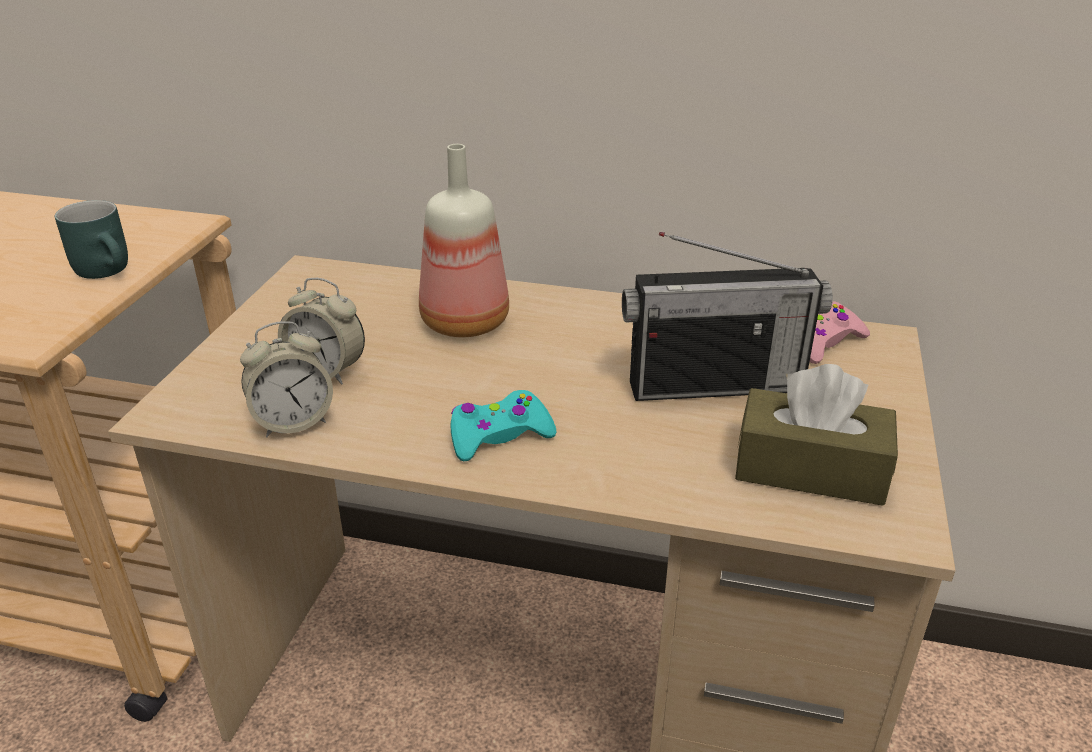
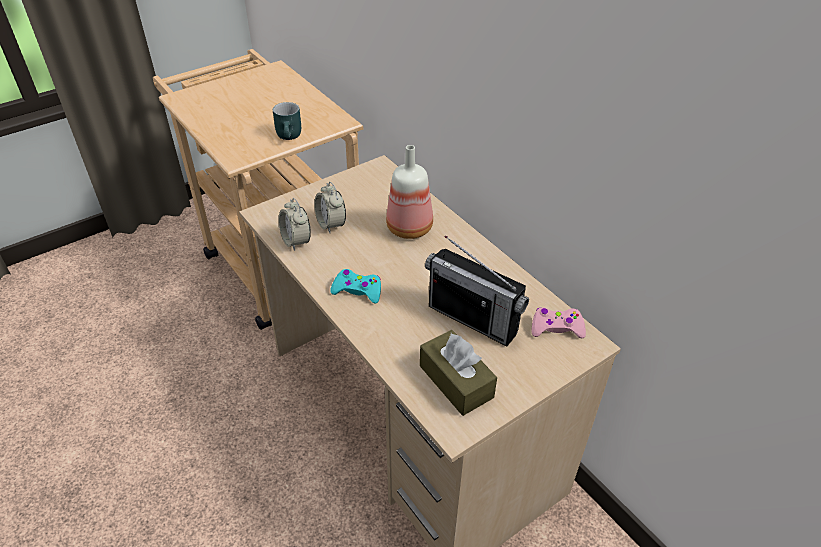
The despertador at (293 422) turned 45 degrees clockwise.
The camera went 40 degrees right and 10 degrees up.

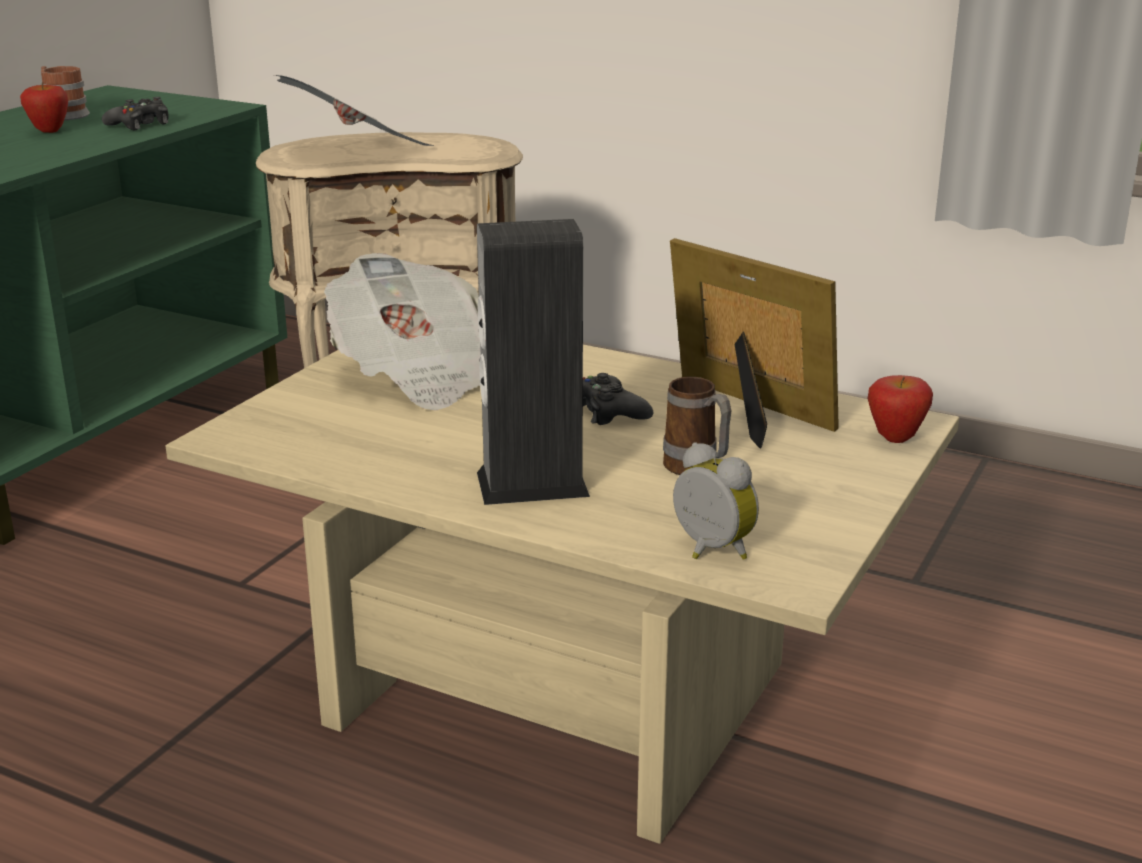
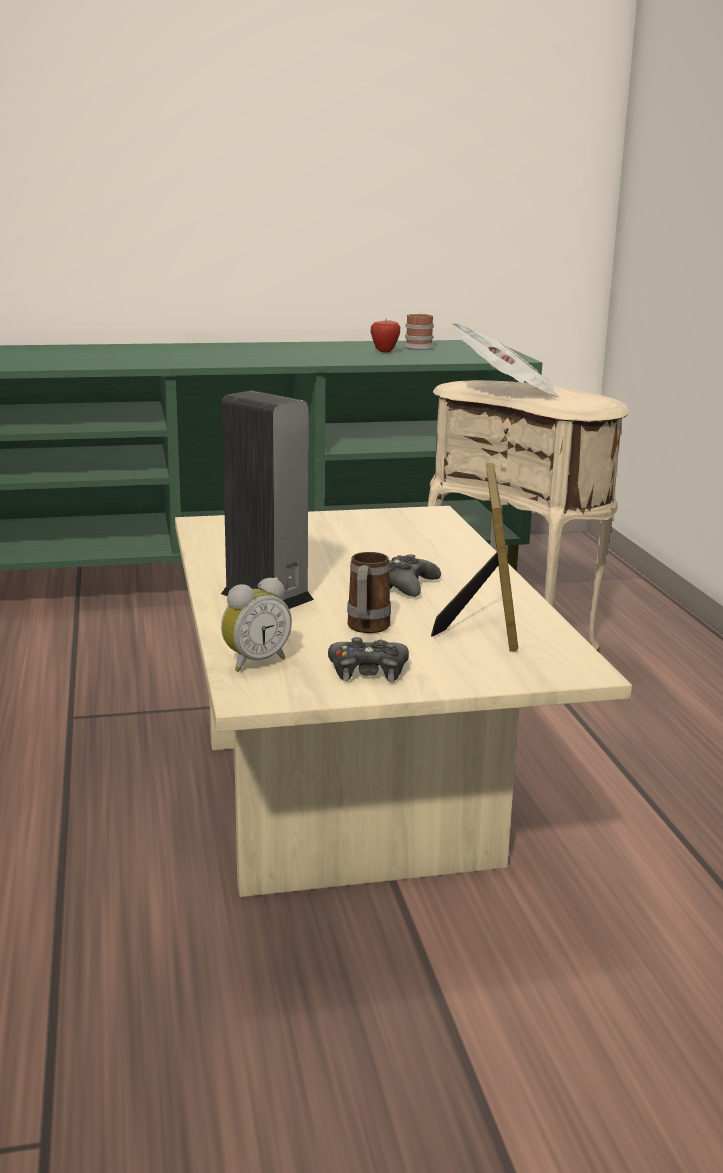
The mando de consola [negro] moved from (140 125) to (368 671).
The periódico at (416 375) disappeared.
The despertador at (709 551) turned 45 degrees clockwise.
The manzana at (895 438) disappeared.
The camera went 50 degrees right and 5 degrees down.

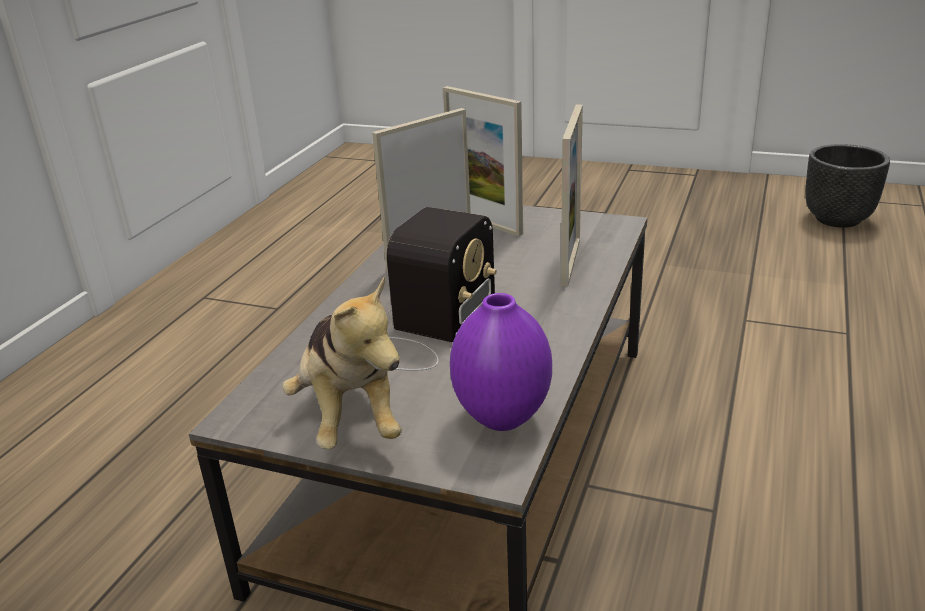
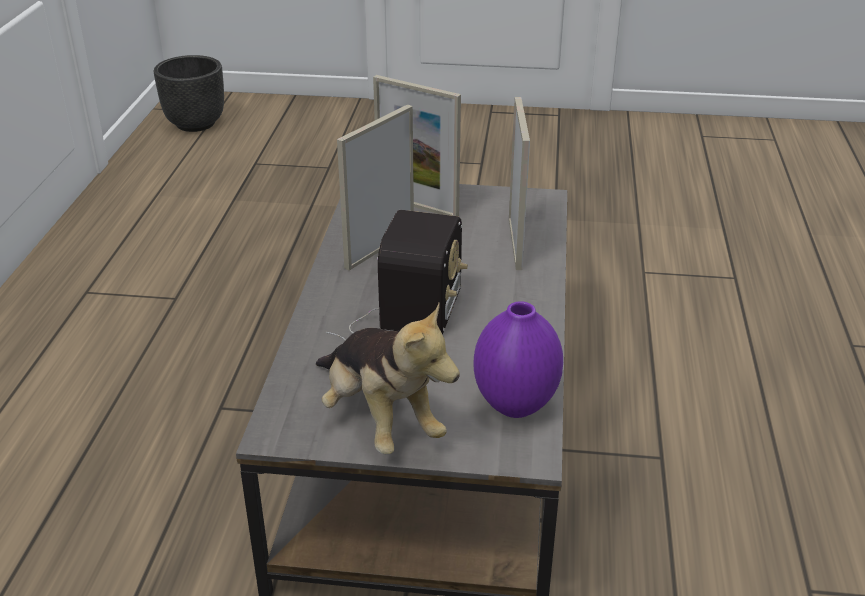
The maceta [negro] moved from (836 219) to (195 124).
The camera went 15 degrees left and 5 degrees up.

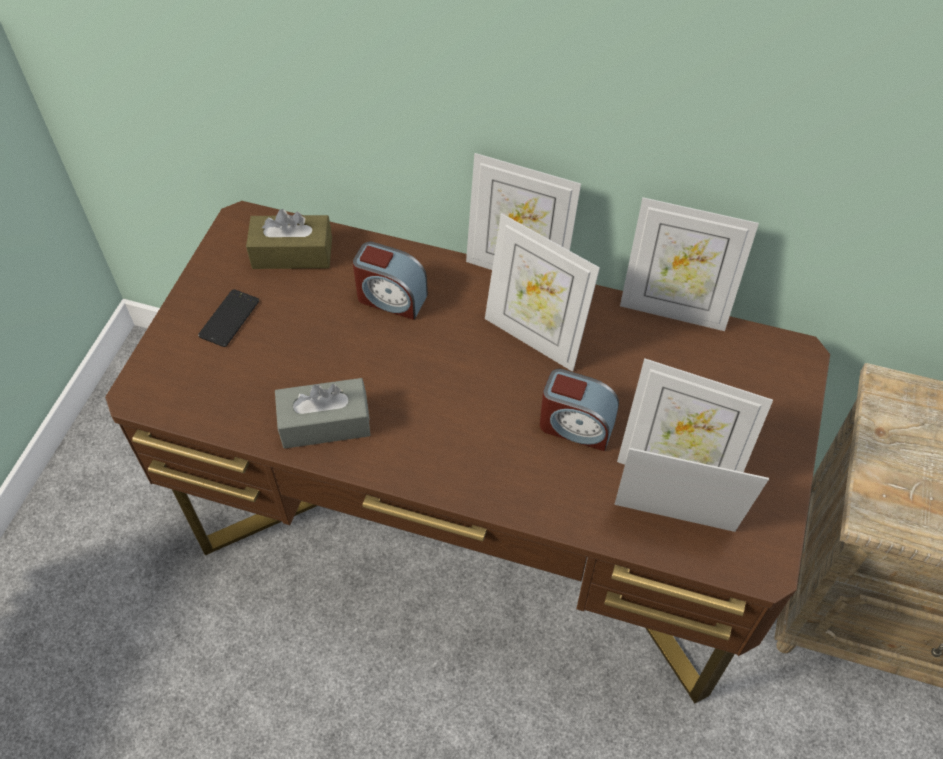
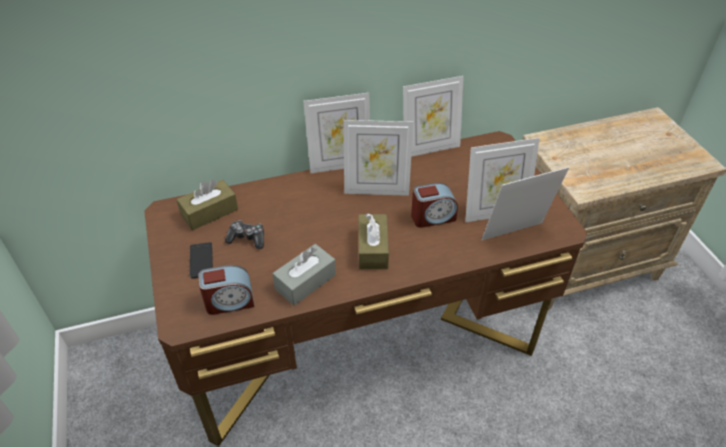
The despertador moved from (391 298) to (229 301).
The mando de consola at (247 238) appeared.
The caja de pañuelos [marrón] at (373 249) appeared.
The camera went 35 degrees left and 10 degrees down.

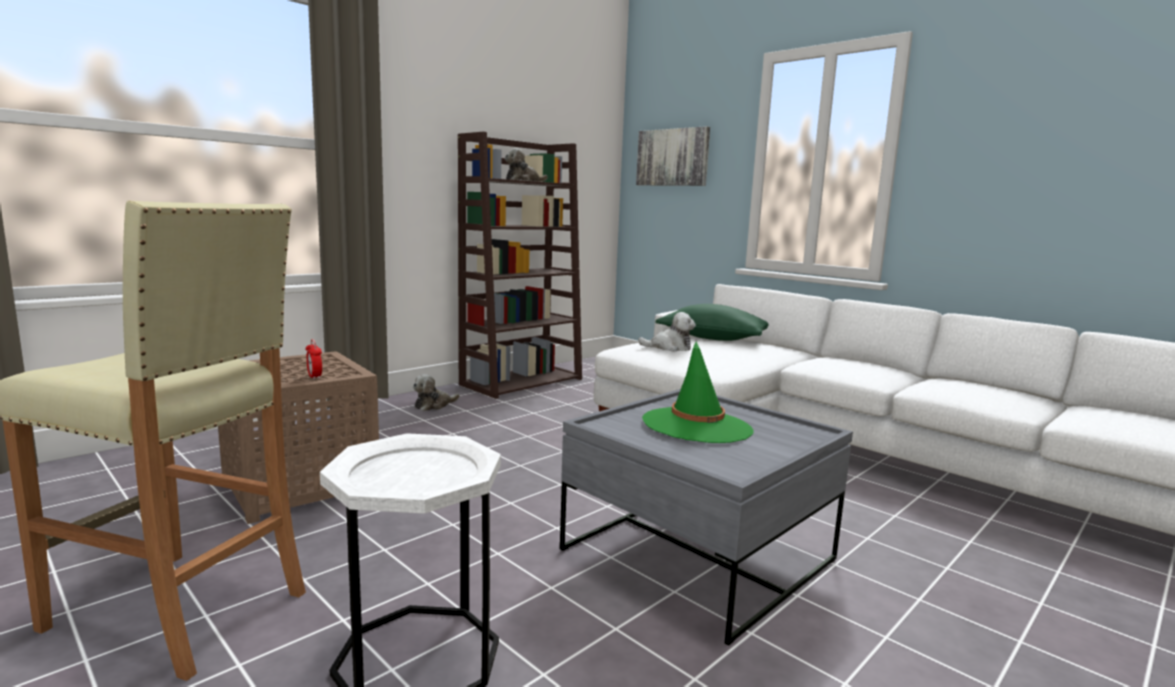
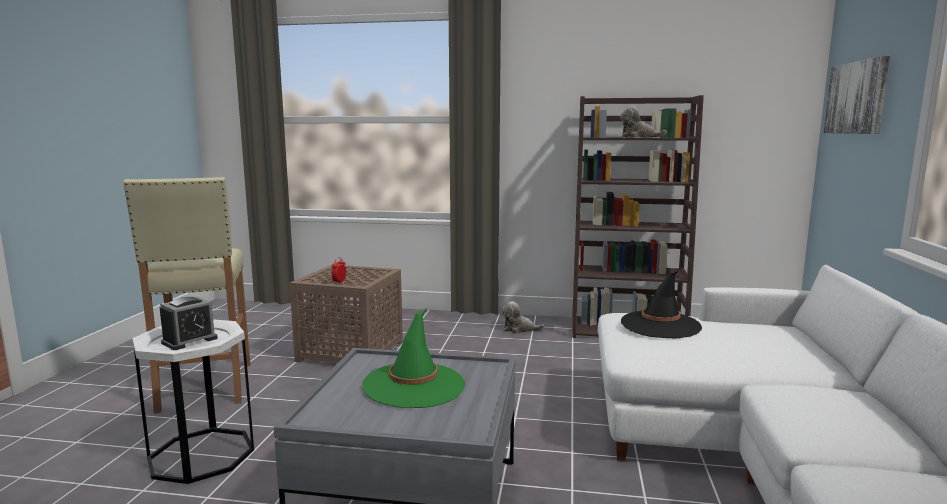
The peluche at (669 347) was replaced by the sombrero [negro] at (660 325).
The cojín [verde] at (713 338) disappeared.
The despertador at (189 340) appeared.
The camera went 55 degrees right and 0 degrees up.

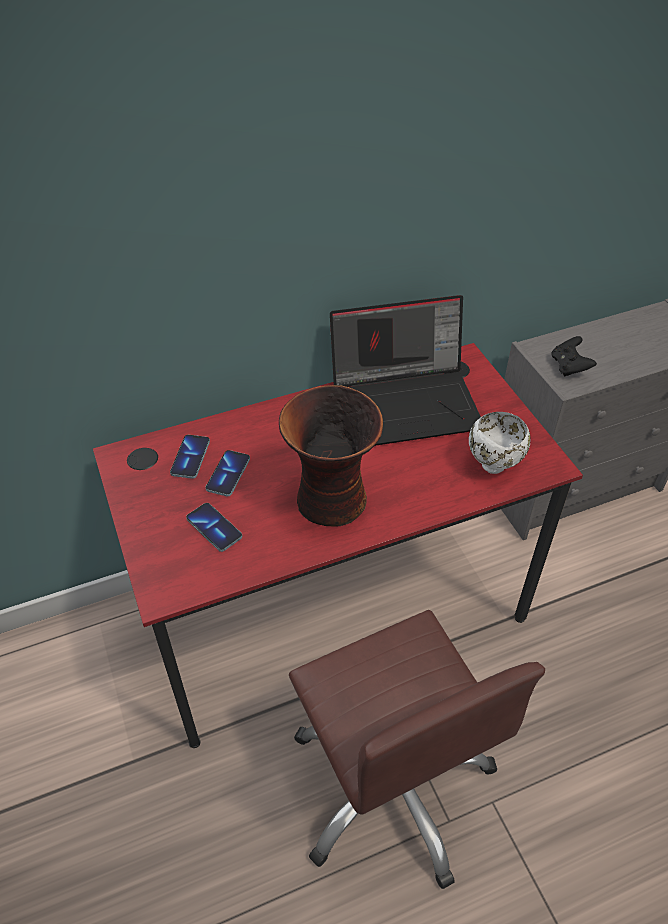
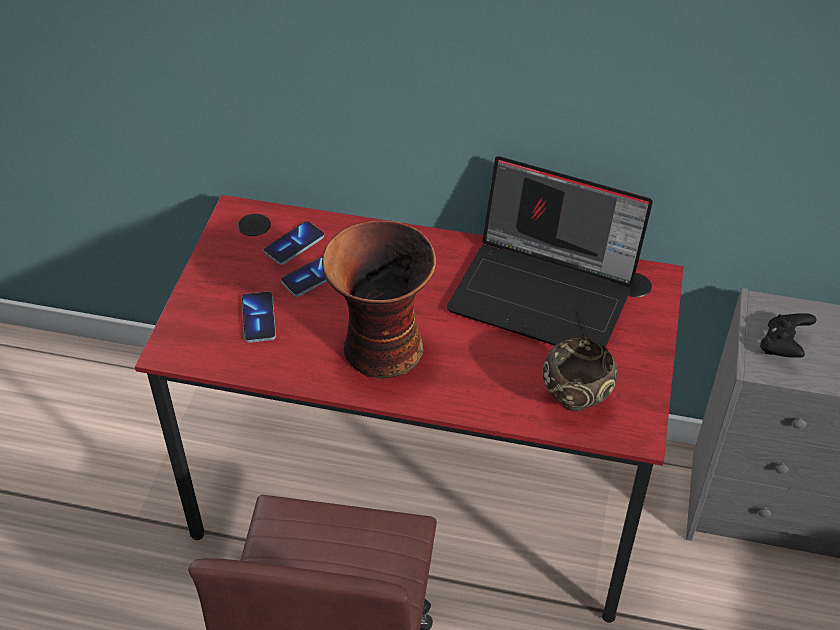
The cuenco [blanco] at (494 464) became the cuenco [marrón] at (576 400).
The camera went 35 degrees right and 0 degrees up.

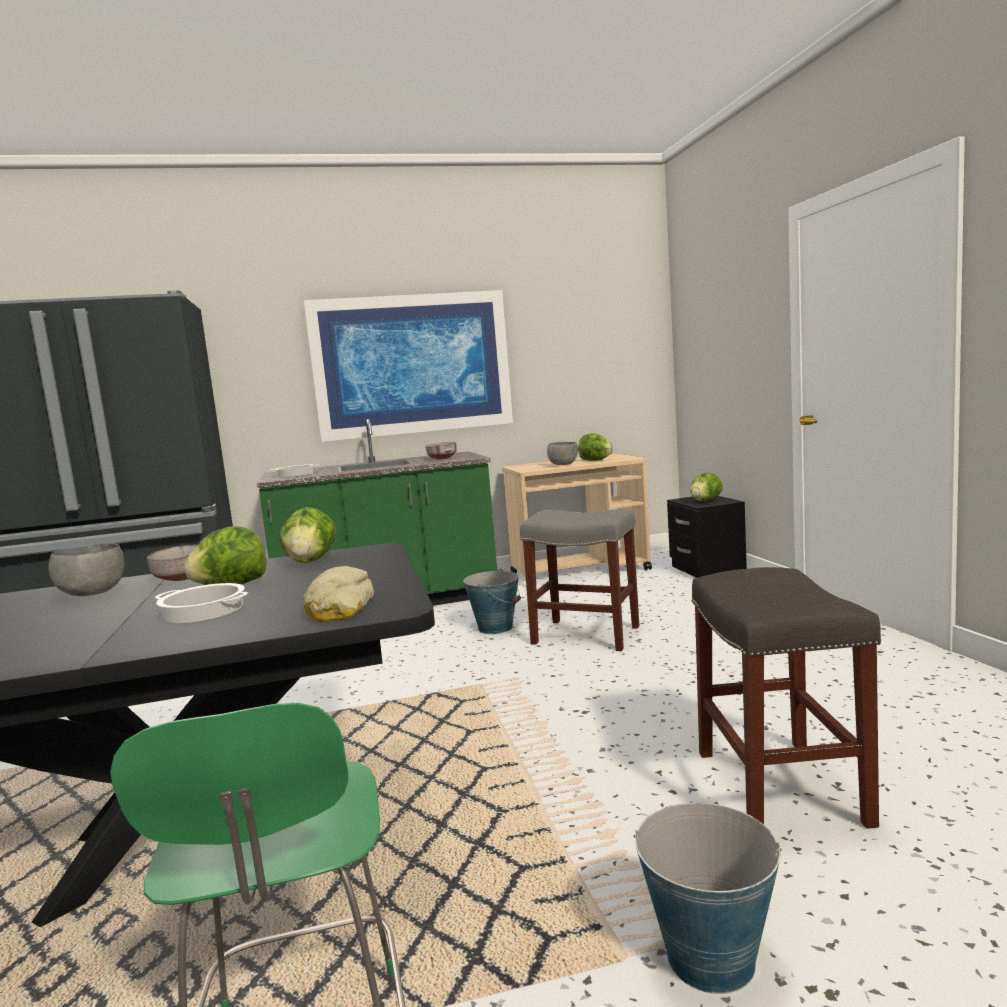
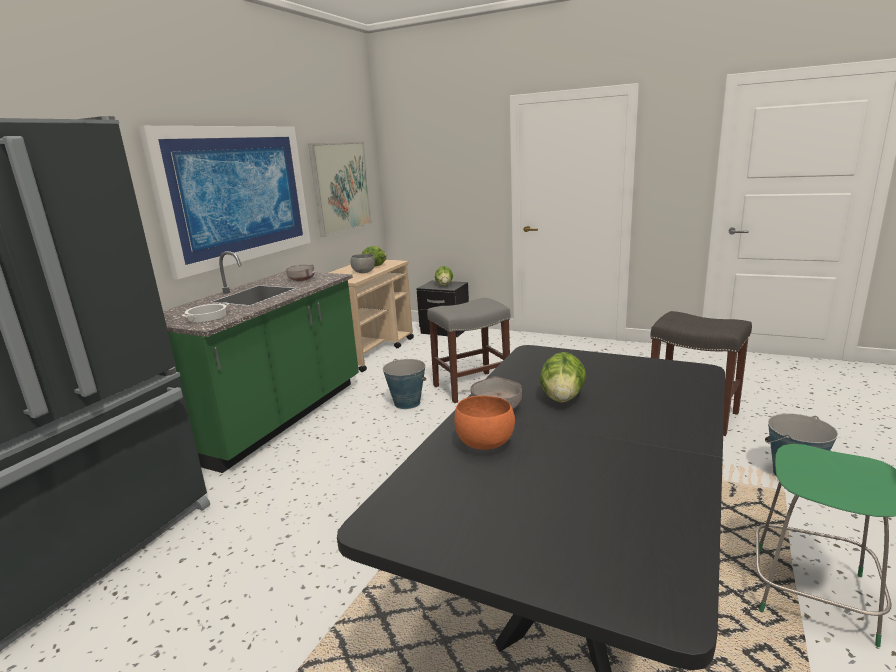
The cuenco [gris] at (93 593) became the cuenco [naranja] at (483 444).
The olla at (205 611) disappeared.
The lechuga at (311 561) disappeared.
The pan at (338 607) disappeared.
The cuadro at (341 187) appeared.
The camera went 50 degrees left and 10 degrees up.

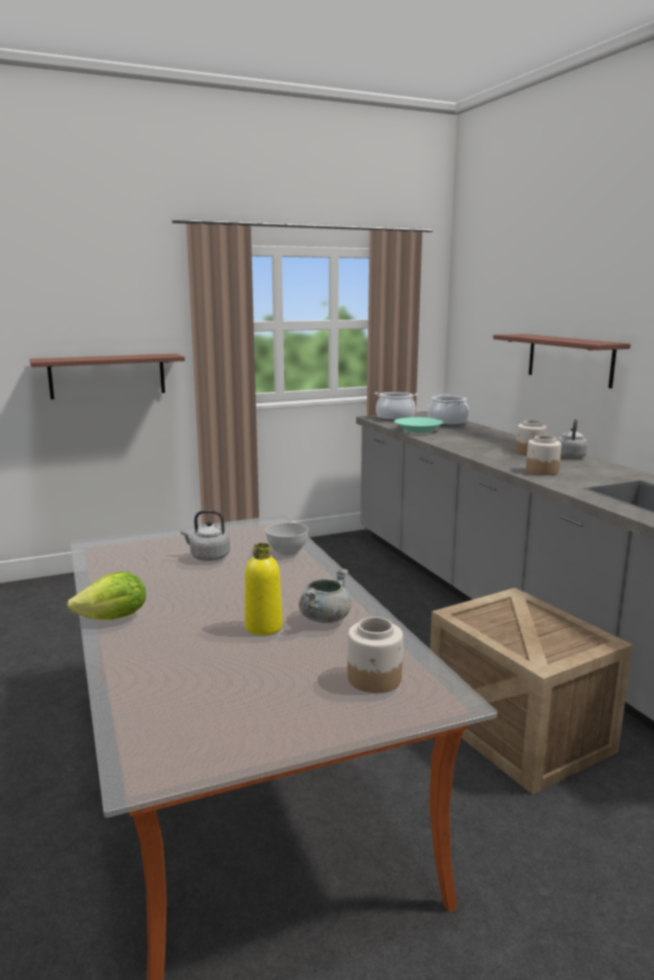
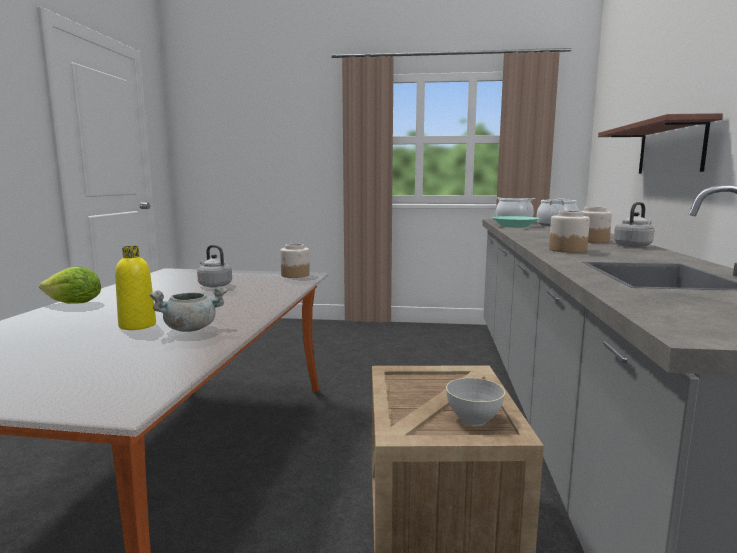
The estante at (107 376) disappeared.
The cuenco [gris] moved from (287 552) to (474 418).
The tarro moved from (374 678) to (295 275).
The camera went 30 degrees right and 5 degrees down.

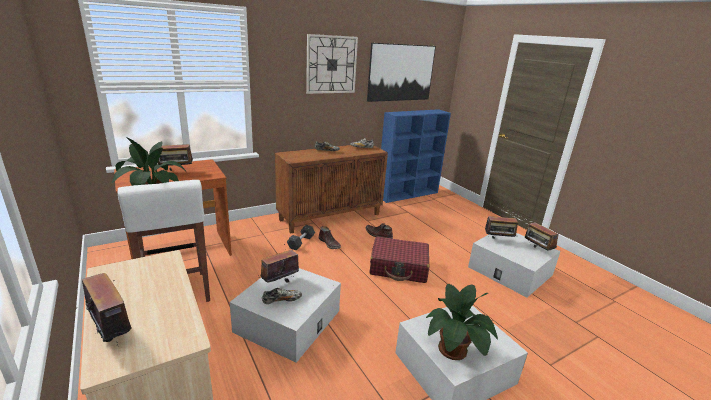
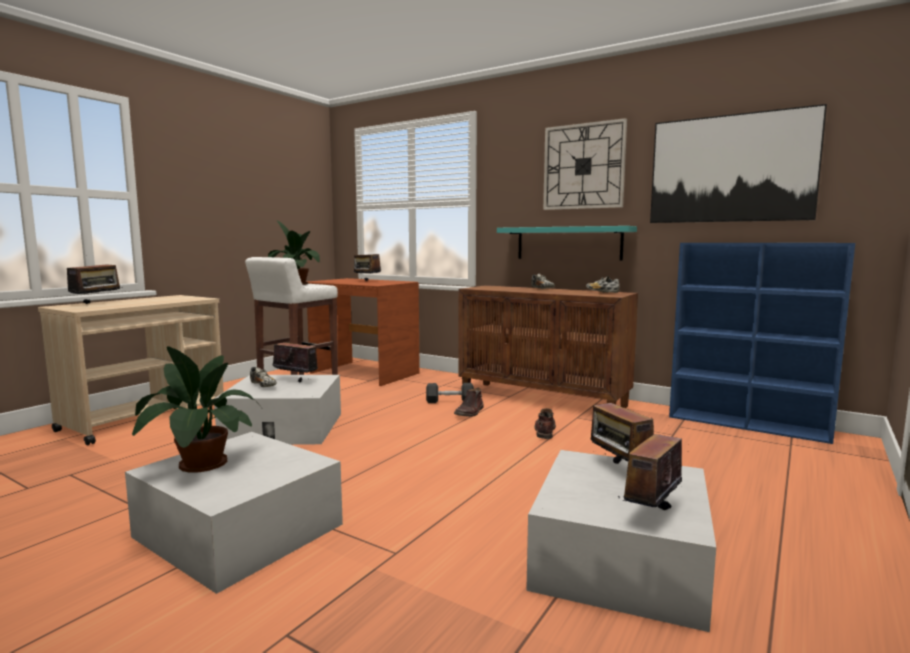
The maleta [rojo] at (399 267) disappeared.
The estante [turquesa] at (568 243) appeared.
The camera went 65 degrees right and 15 degrees down.

